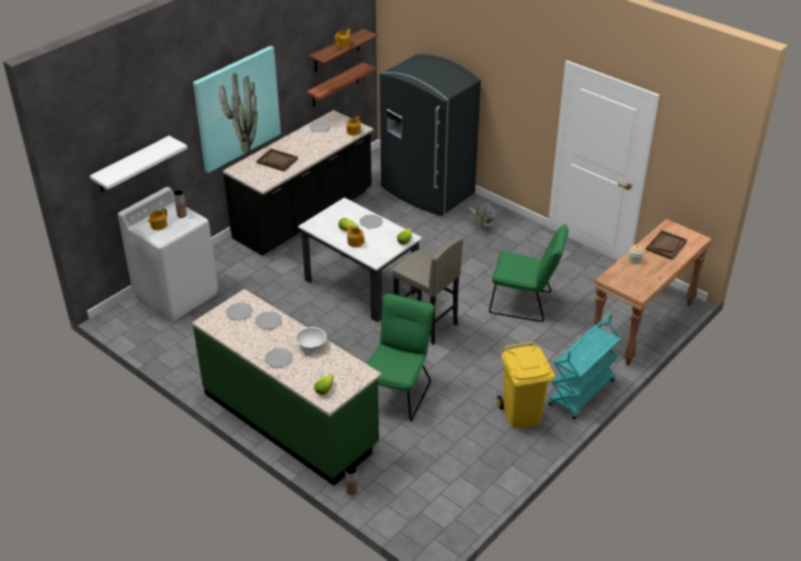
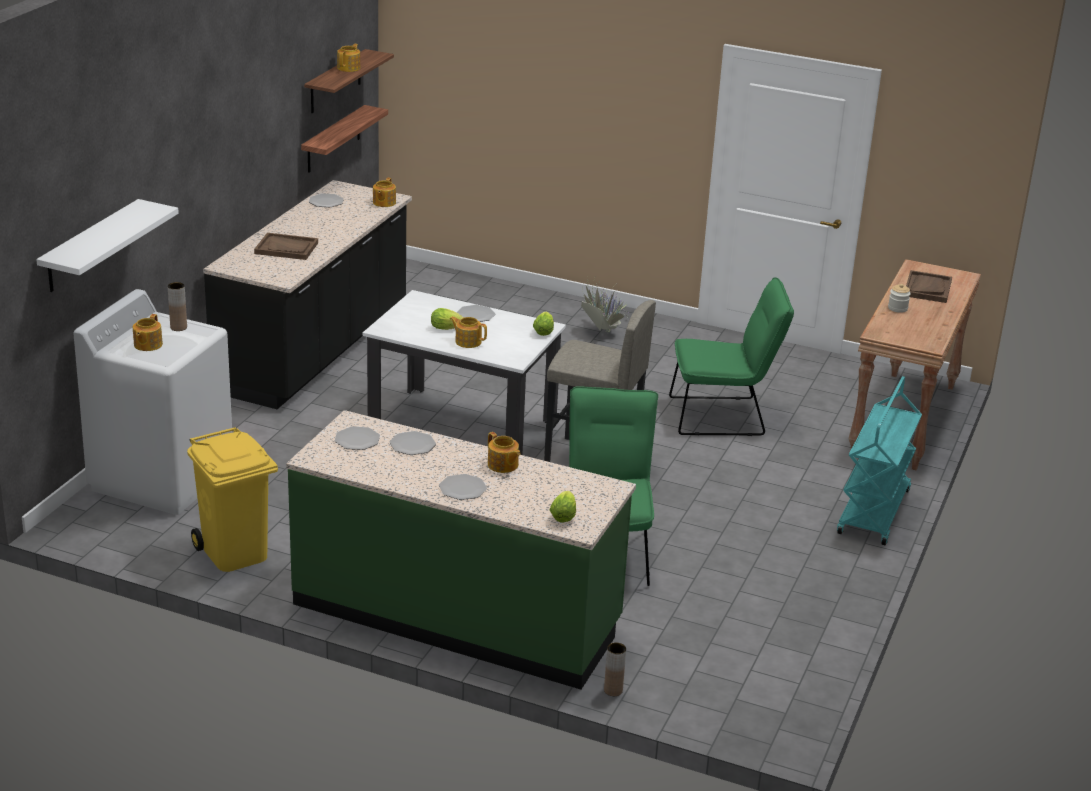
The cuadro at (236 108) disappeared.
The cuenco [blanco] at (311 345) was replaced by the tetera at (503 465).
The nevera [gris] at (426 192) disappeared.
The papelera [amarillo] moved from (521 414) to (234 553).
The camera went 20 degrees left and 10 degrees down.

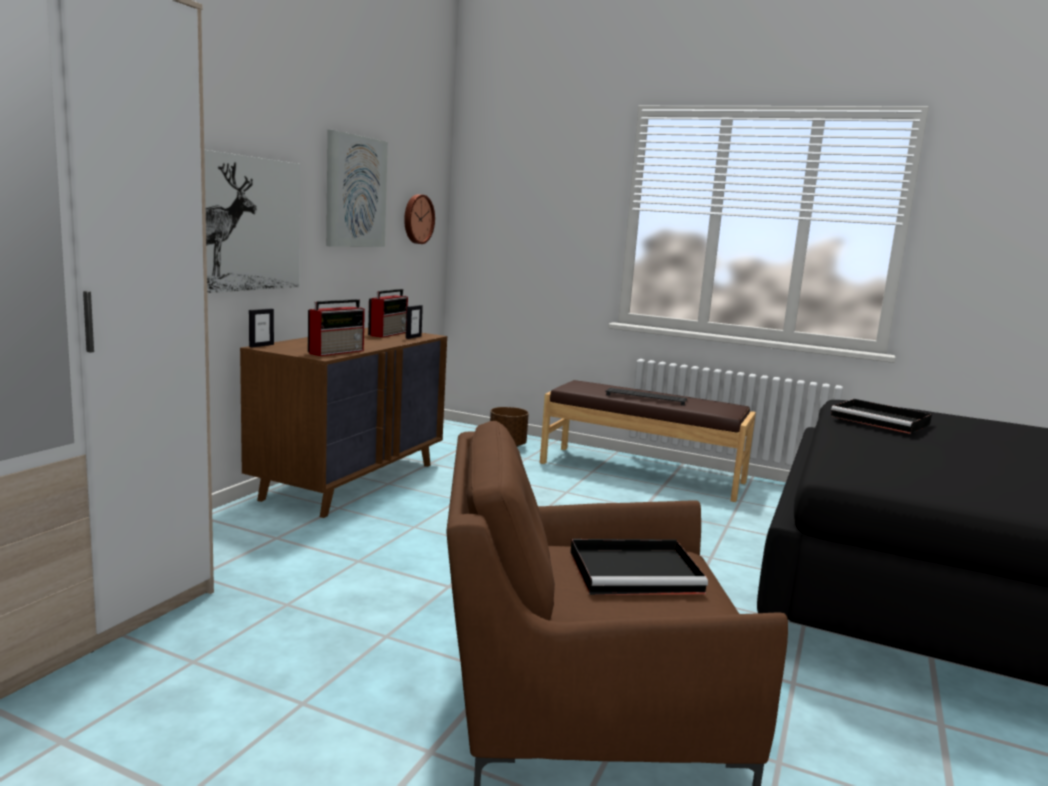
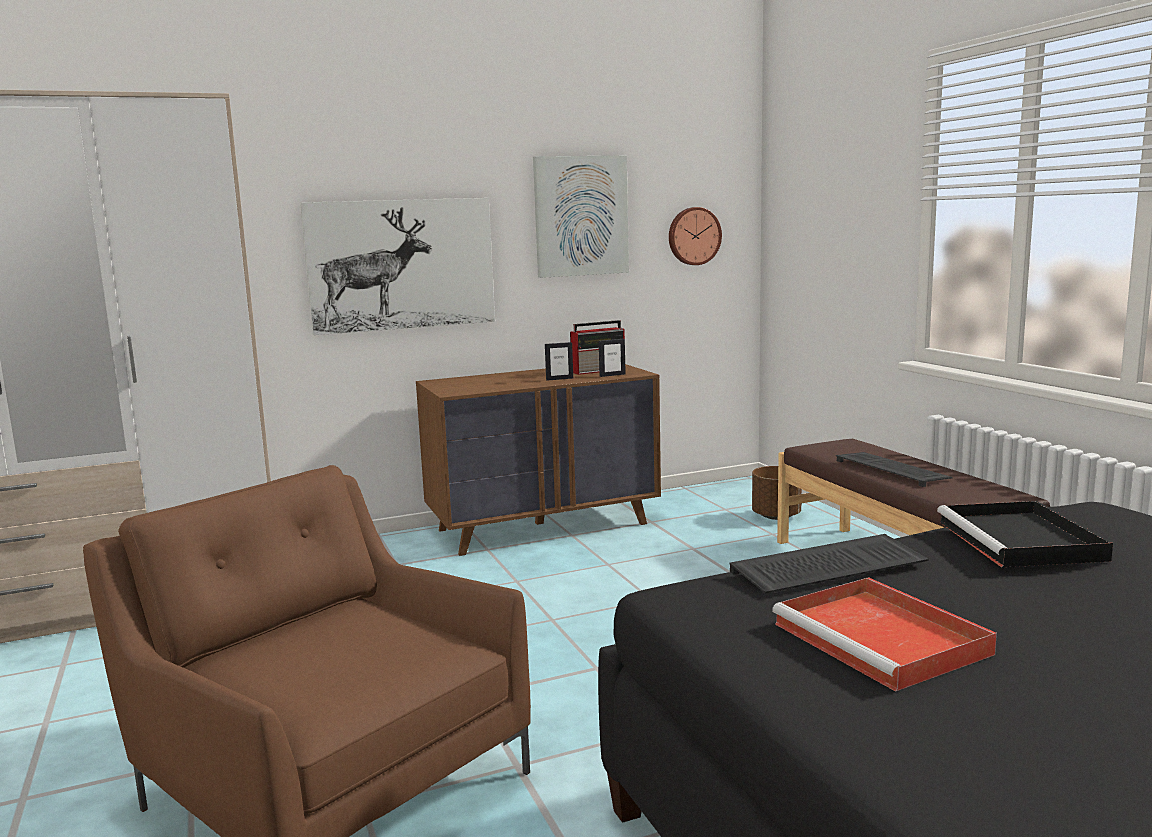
The portarretratos moved from (261 345) to (559 379).
The radio at (337 352) disappeared.
The bandeja [negro] at (637 572) disappeared.
The teclado at (828 569) appeared.
The bandeja [rojo] at (884 640) appeared.
The camera went 45 degrees right and 0 degrees up.

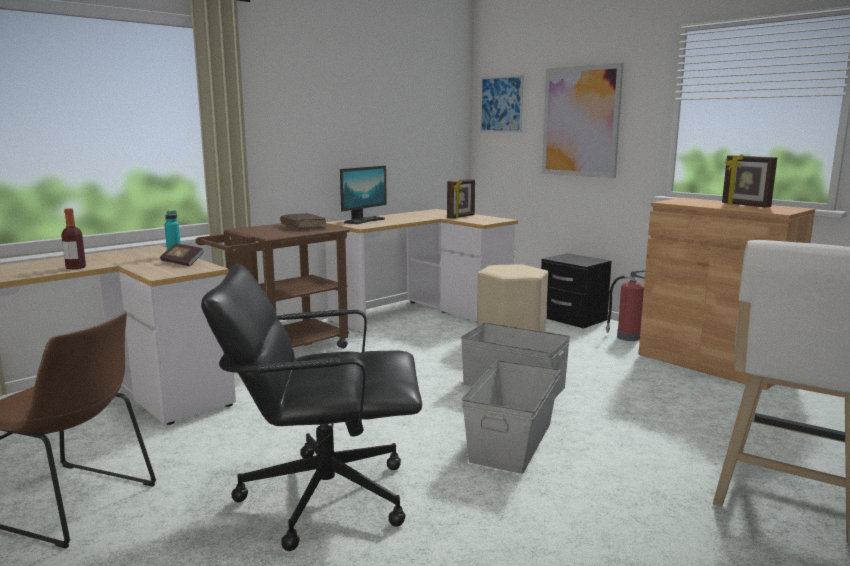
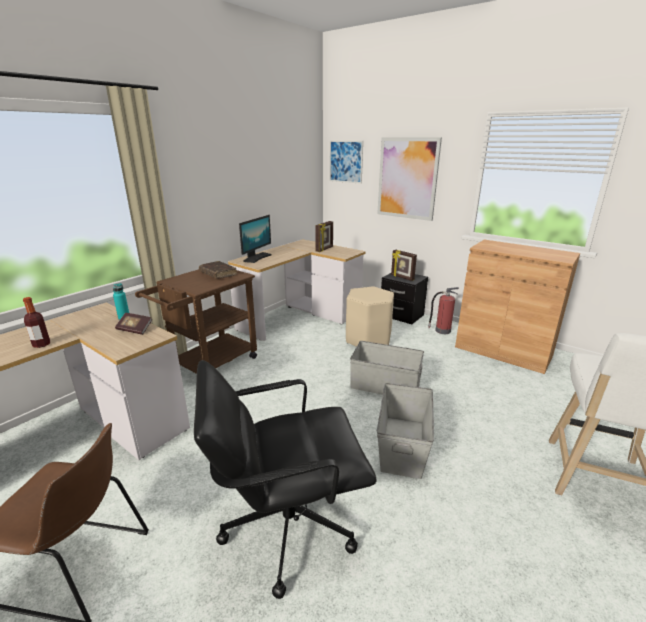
The portarretratos moved from (745 205) to (402 277).
The camera went 10 degrees left and 10 degrees up.

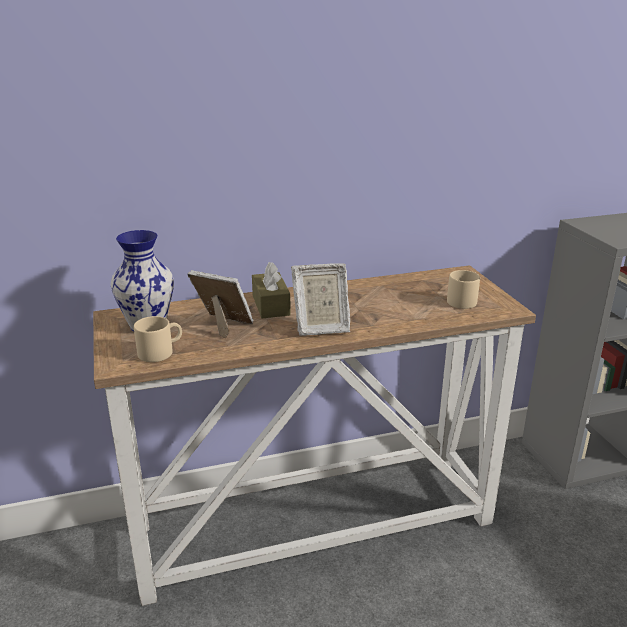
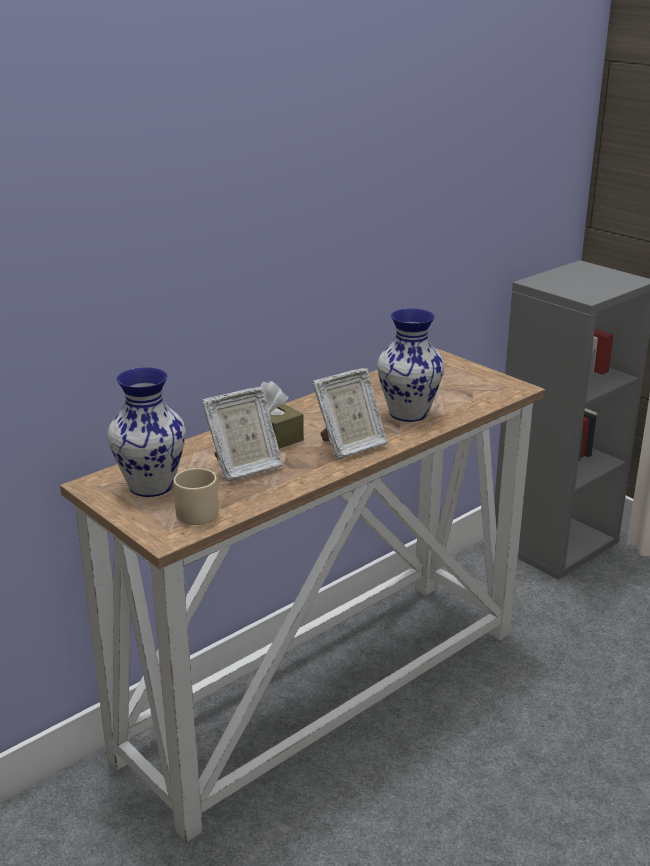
The portarretratos at (224 327) turned 150 degrees clockwise.
The taza grande [beis] at (462 300) disappeared.
The florero at (407 413) appeared.
The camera went 25 degrees left and 0 degrees up.

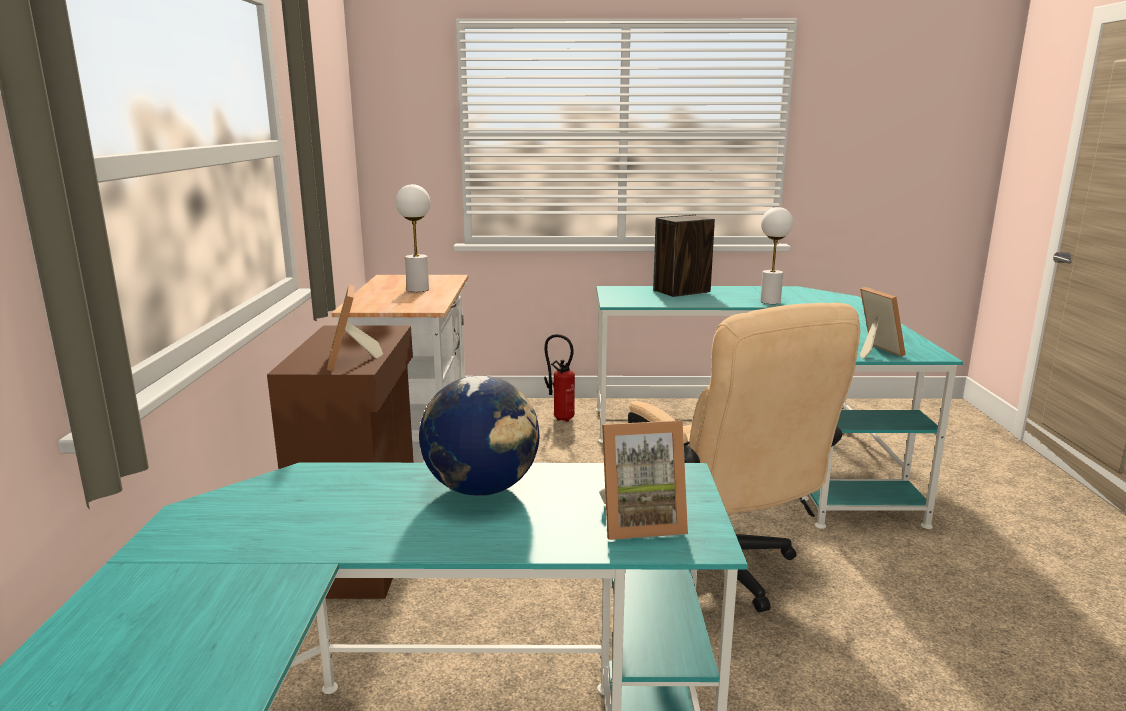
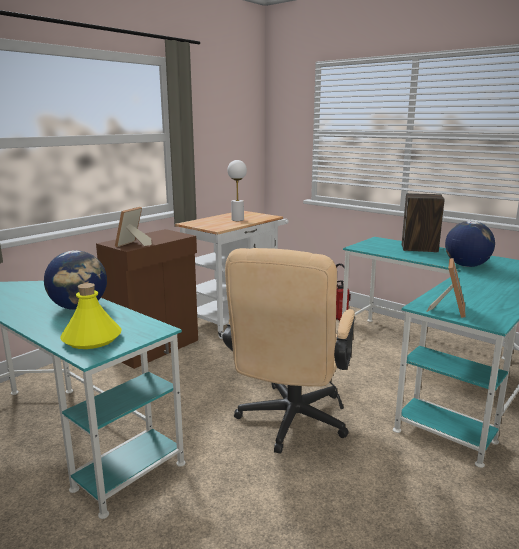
The portarretratos at (640 522) was replaced by the botella [amarillo] at (92 339).
The lámpara de mesa [blanco] at (770 302) was replaced by the globo terráqueo at (466 266).
The camera went 40 degrees right and 0 degrees up.

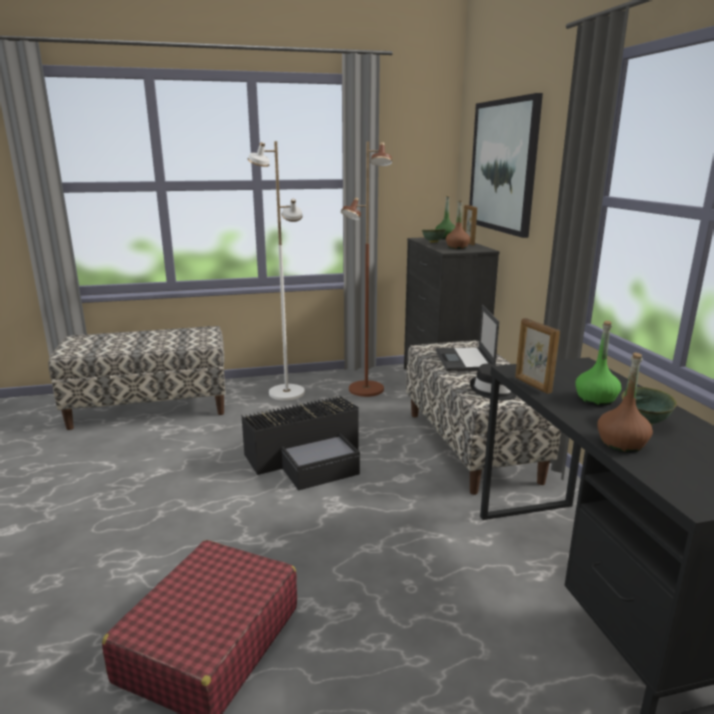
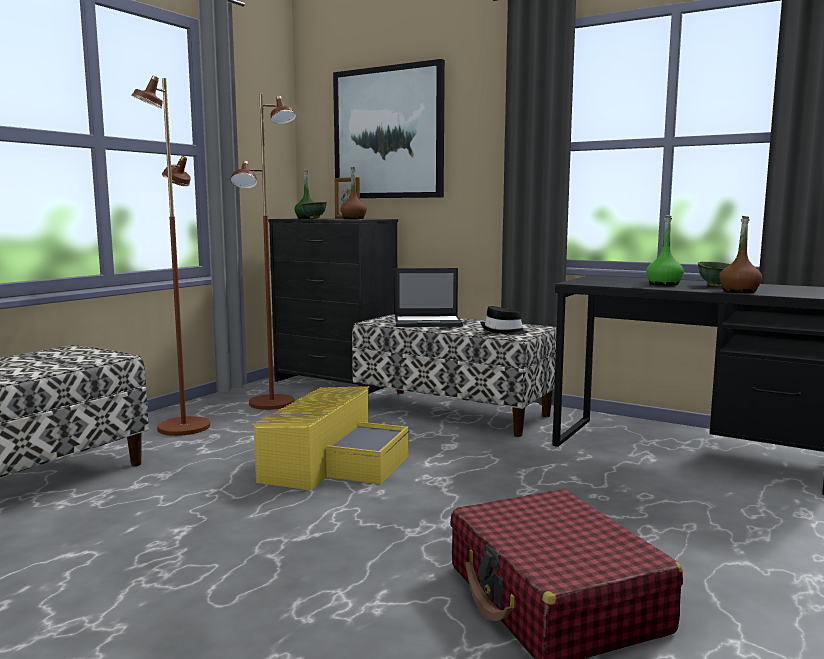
The caja de almacenaje [negro] at (309 457) became the caja de almacenaje [amarillo] at (334 461).
The lámpara de pie [blanco] at (286 393) became the lámpara de pie [marrón] at (182 427).
The portátil at (464 360) turned 45 degrees counterclockwise.
The portarretratos at (532 385) disappeared.
The camera went 45 degrees left and 10 degrees down.

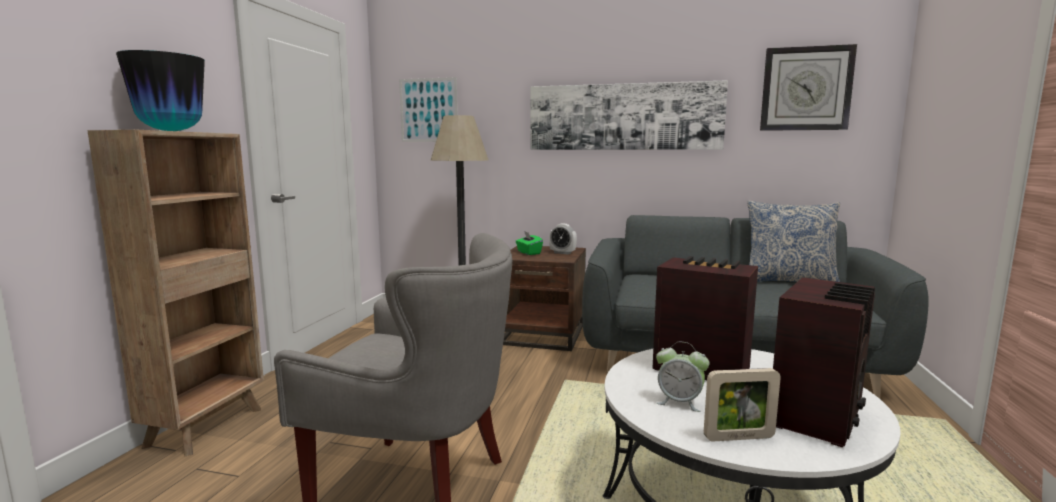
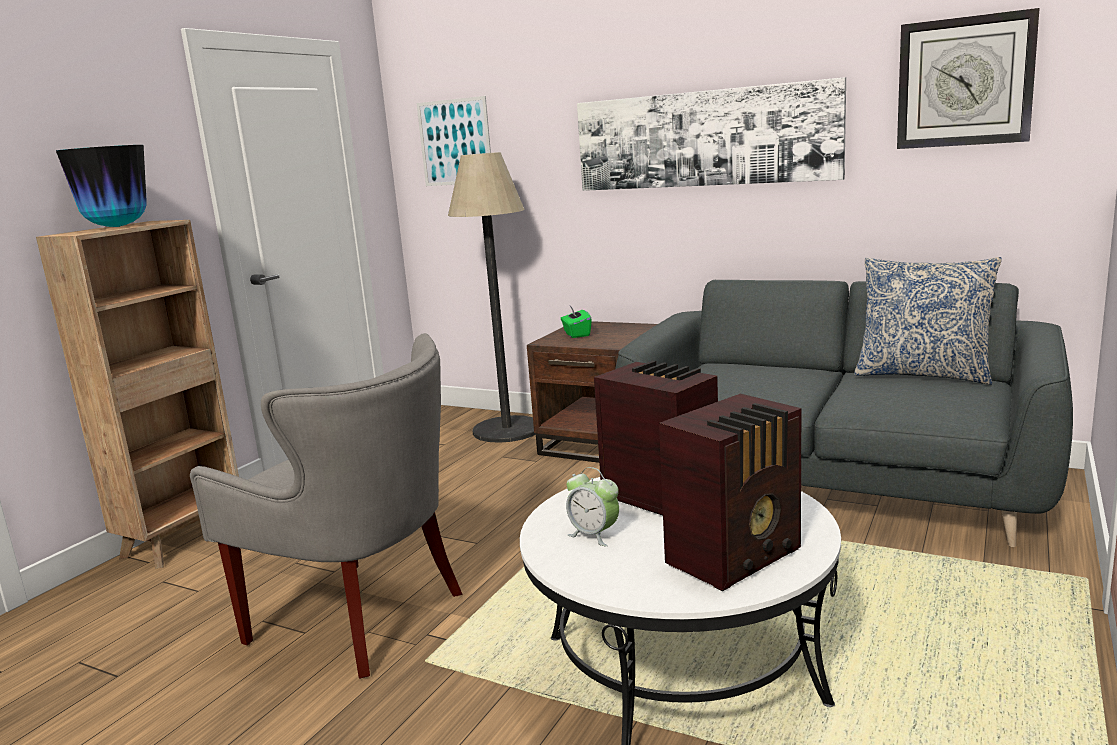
The despertador at (562 253) disappeared.
The portarretratos at (739 437) disappeared.
The camera went 15 degrees right and 5 degrees up.

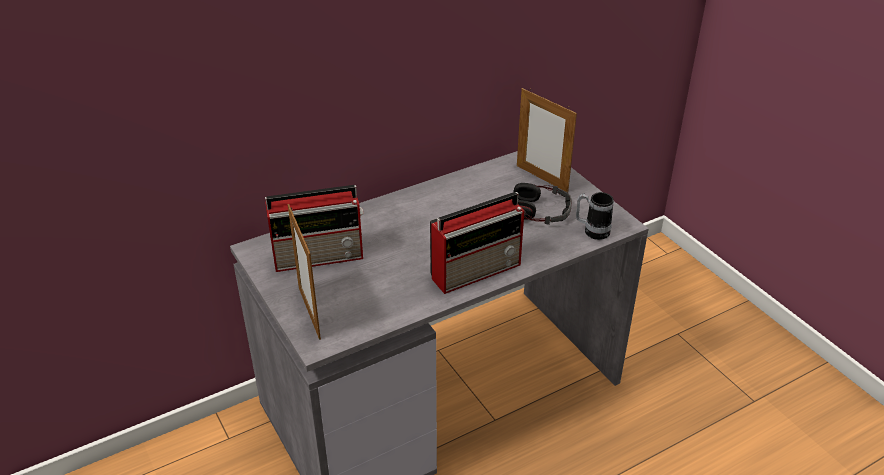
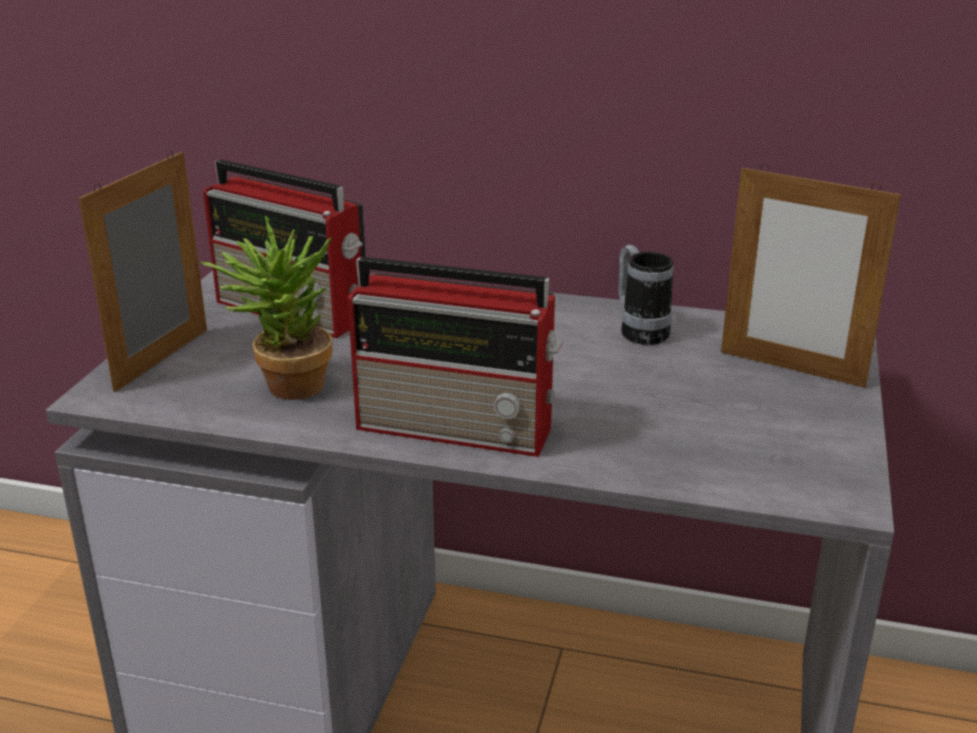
The auriculares at (540 211) disappeared.
The portarretratos at (542 178) turned 60 degrees counterclockwise.
The taza grande moved from (592 231) to (639 330).
The planta en maceta at (284 386) appeared.
The camera went 45 degrees right and 10 degrees down.

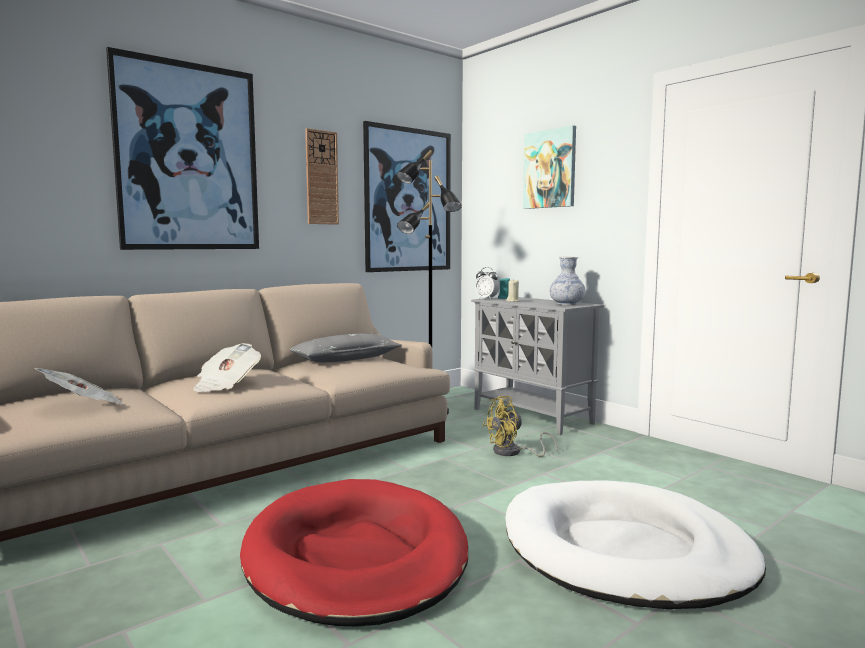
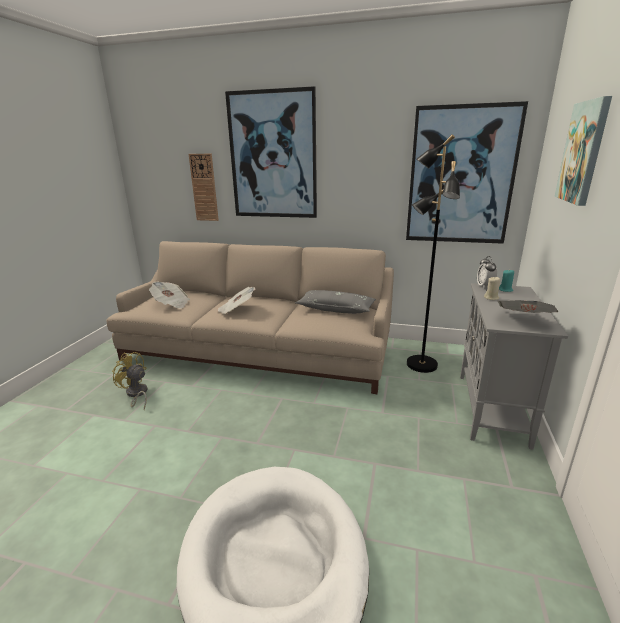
The cama para perro [rojo] at (356 557) disappeared.
The reloj de pared moved from (321 177) to (204 188).
The ventilador [amarillo] moved from (513 453) to (136 394).
The florero at (566 304) was replaced by the periódico at (523 321).
The camera went 55 degrees right and 15 degrees up.

